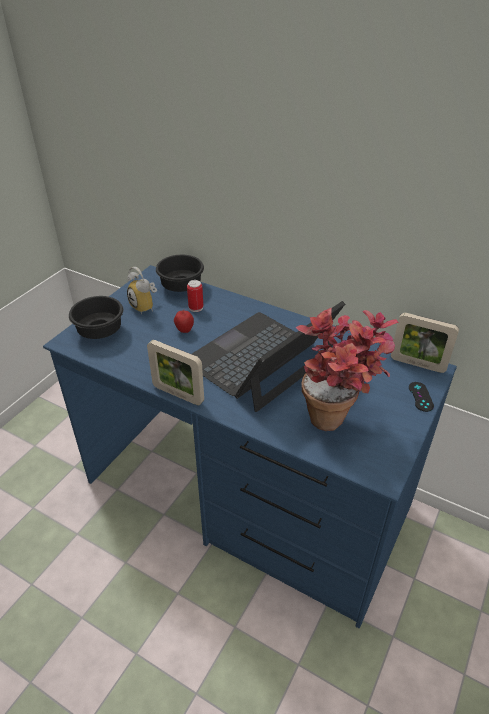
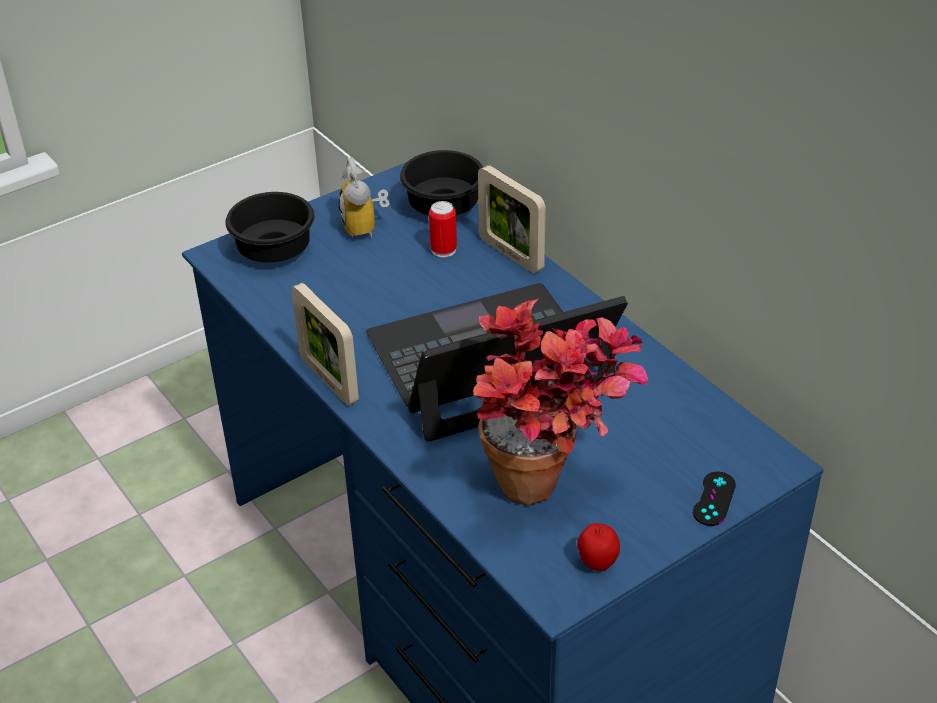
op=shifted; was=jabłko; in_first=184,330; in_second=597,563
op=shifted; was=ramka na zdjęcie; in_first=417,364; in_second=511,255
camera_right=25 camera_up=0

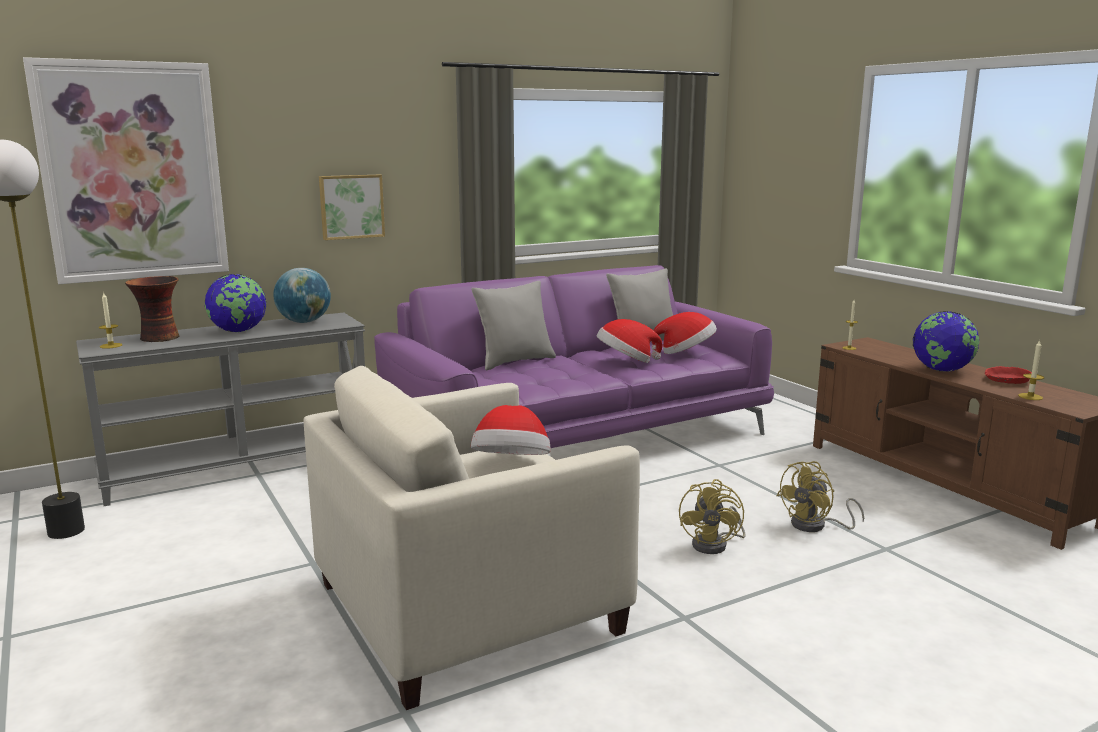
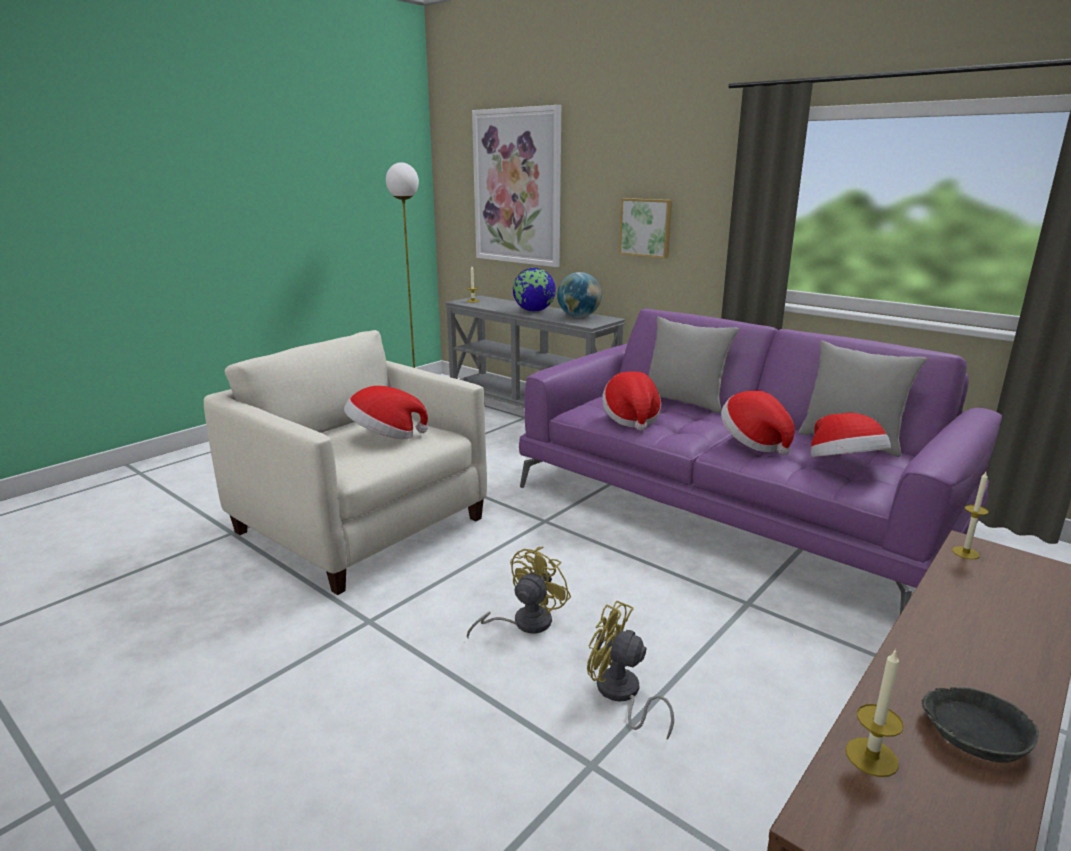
op=gone; was=wazon; in_first=159,338
op=gone; was=globus; in_first=942,370
op=repainted; was=miska/czerwony; now=miska/szary; in_first=1006,380; in_second=974,732
op=rotated; was=wentylator/żółty; in_first=715,545; in_second=524,623; clockwise=135
op=new; now=kapelusz; in_second=631,419
camera_right=70 camera_up=5

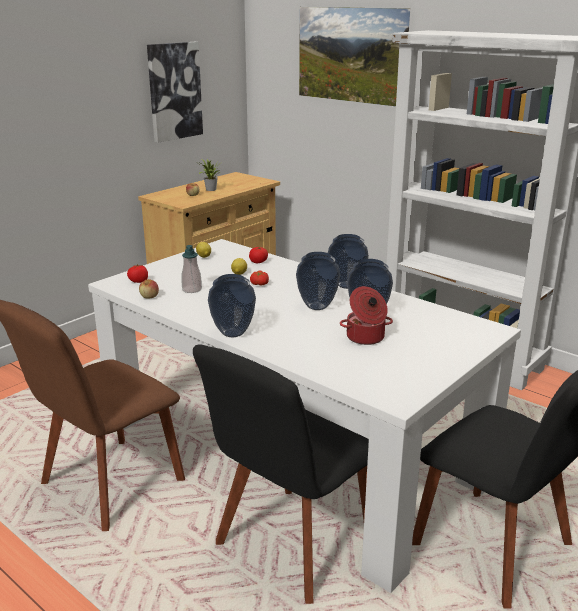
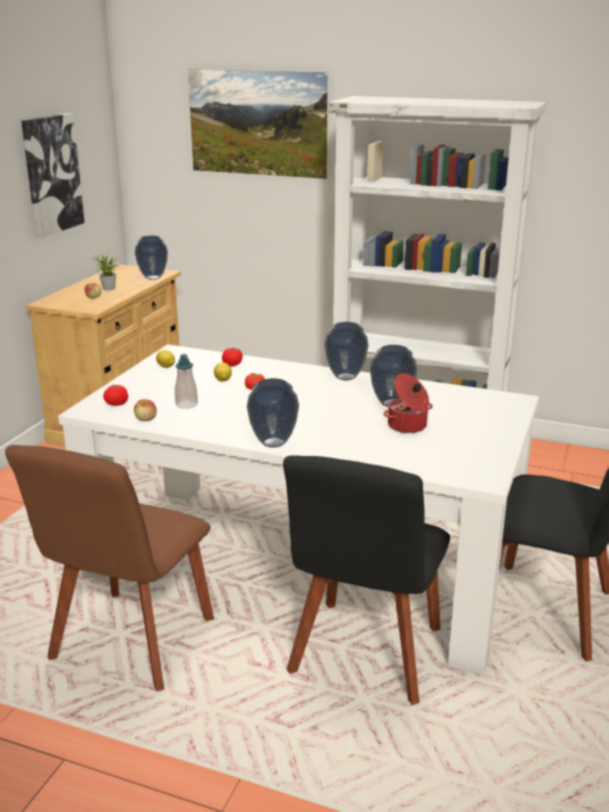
op=shifted; was=wazon; in_first=316,306; in_second=152,277
camera_right=-20 camera_up=0

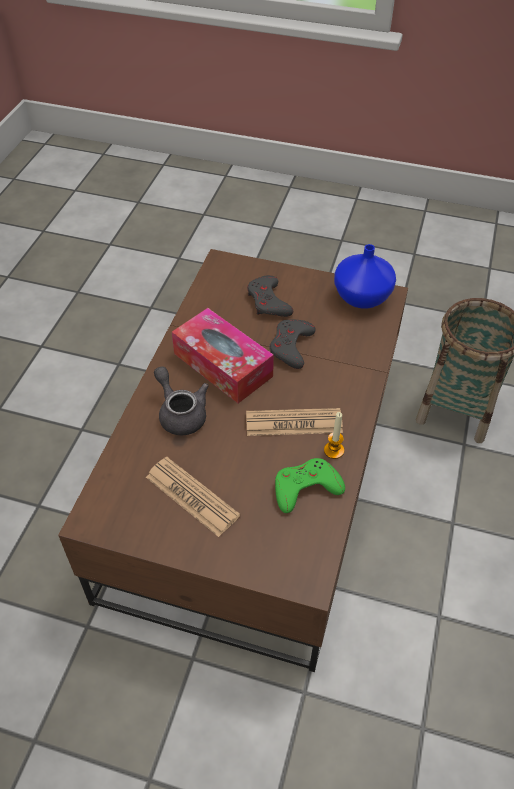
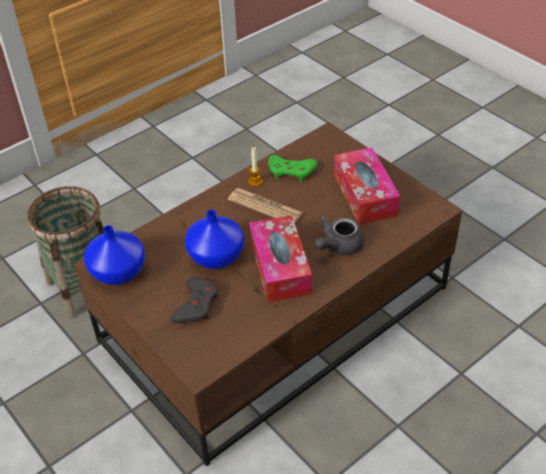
op=swapped; was=pad do gier/szary; now=wazon/niebieski; in_first=291,347; in_second=216,257
op=rotated; was=imbryk/szary; in_first=180,413; in_second=338,246; clockwise=45
op=swapped; was=gazeta; now=pudełko chusteczek; in_first=192,496; in_second=365,194
camera_right=-145 camera_up=-5

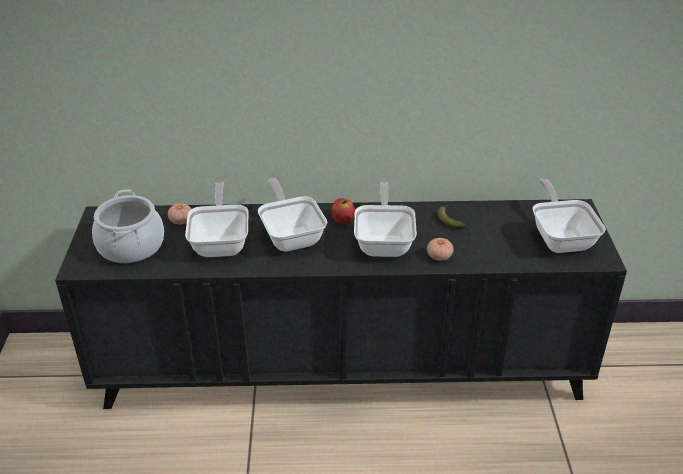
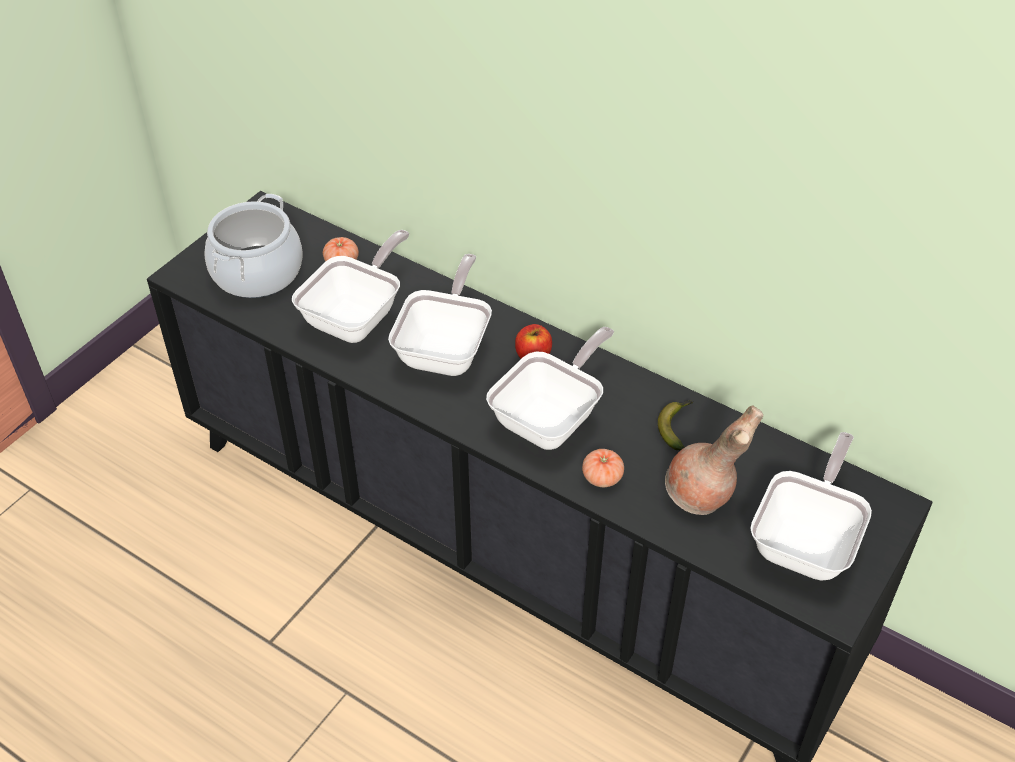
op=new; now=wazon/brązowy; in_second=700,497
camera_right=35 camera_up=10

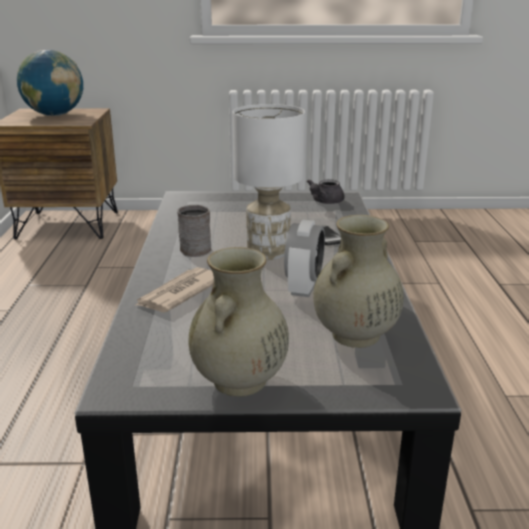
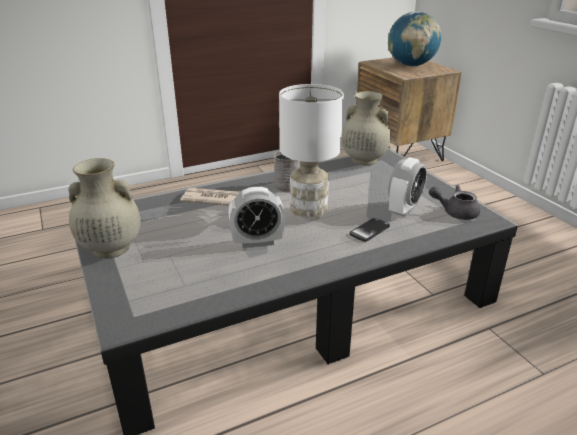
op=shifted; was=wazon/beżowy; in_first=354,336; in_second=363,160
op=new; now=budzik; in_second=404,209
camera_right=65 camera_up=5

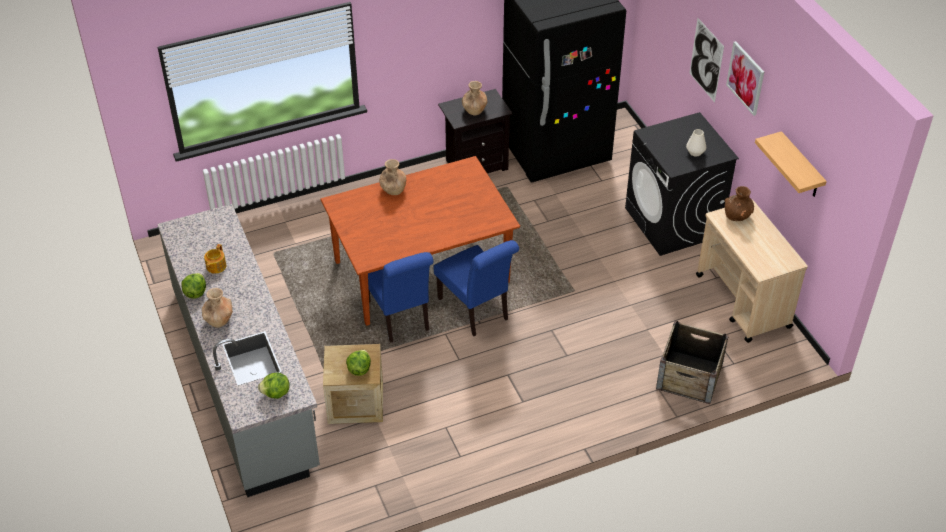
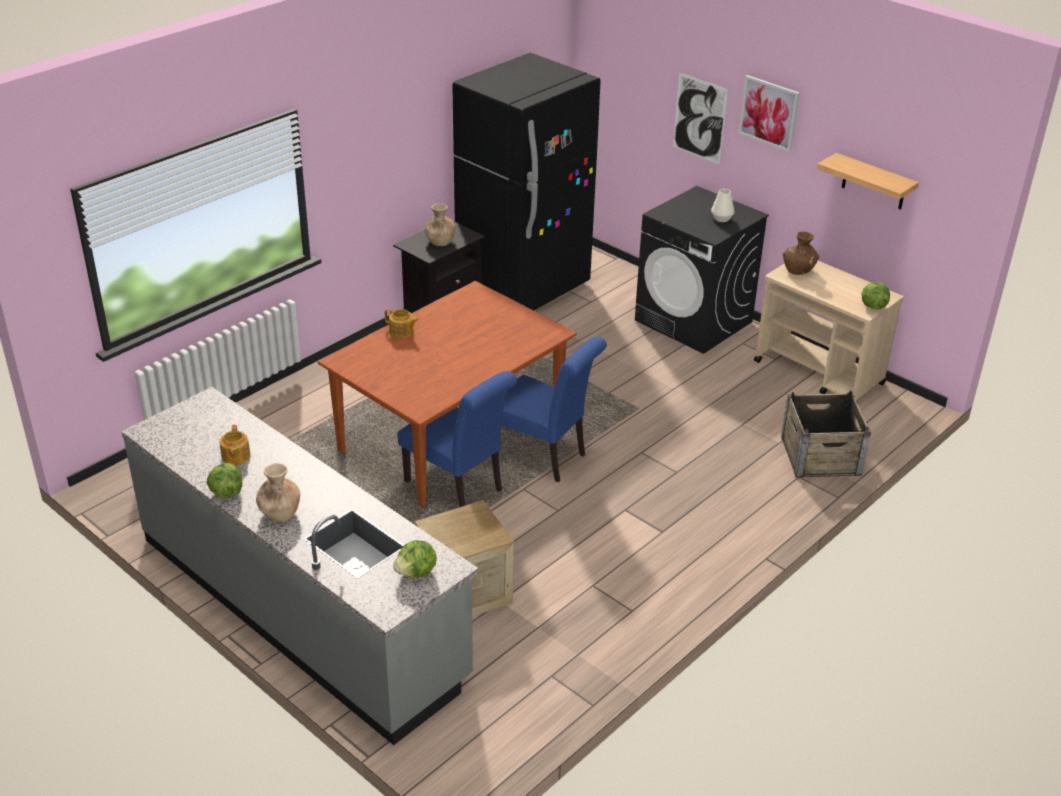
op=swapped; was=wazon/brązowy; now=imbryk; in_first=393,189; in_second=401,332
op=shifted; was=sałata; in_first=359,369; in_second=872,306
camera_right=-25 camera_up=-10

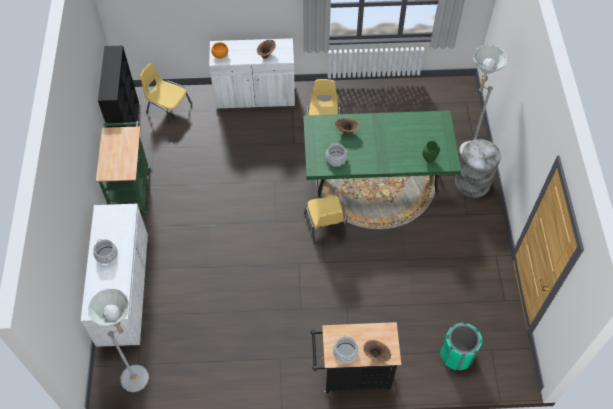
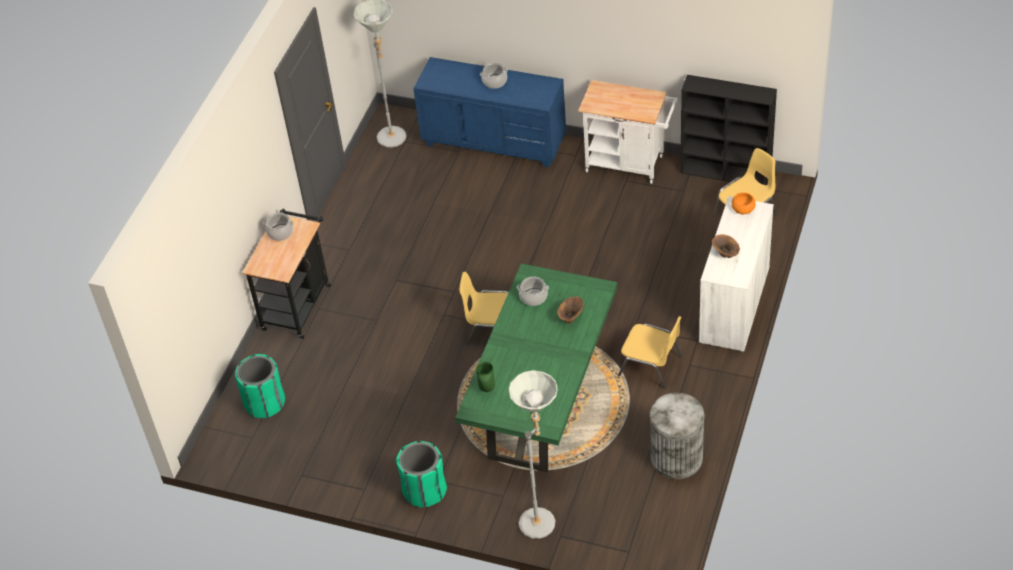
op=repainted; was=wózek/zielony; now=wózek/biały; in_first=131,188; in_second=629,164
op=shifted; was=kosz na śmieci/szary; in_first=472,183; in_second=676,458
op=repainted; was=komoda/biały; now=komoda/niebieski; in_first=124,291; in_second=494,142
op=gone; was=wazon/brązowy; in_first=376,356
op=new; now=kosz na śmieci/zielony; in_second=424,491
camera_right=115 camera_up=-10

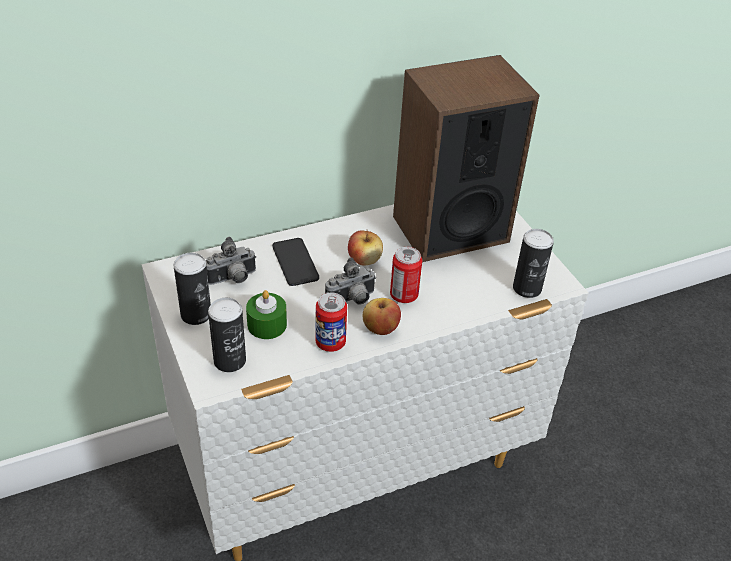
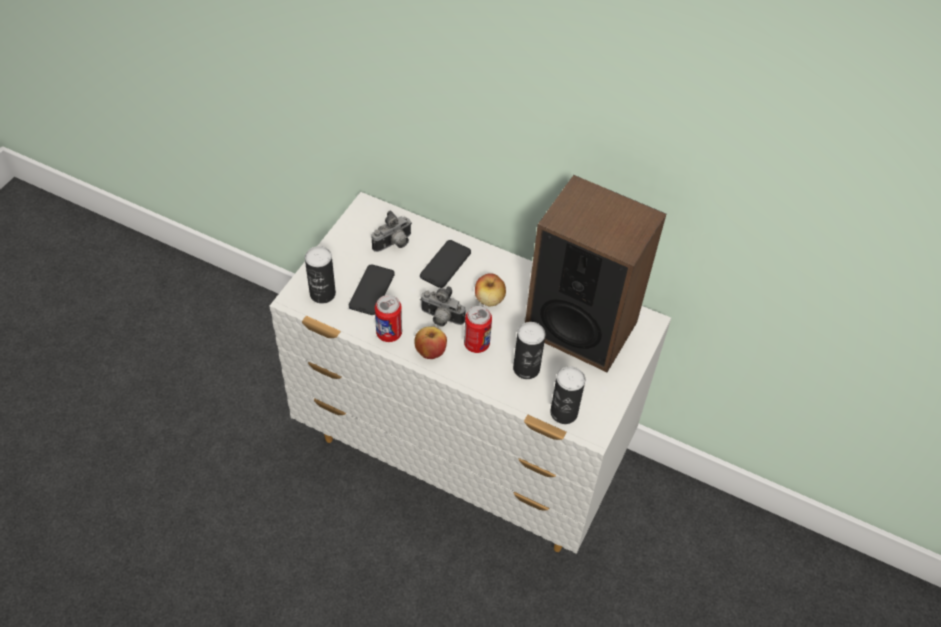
op=rotated; was=aparat fotograficzny; in_first=232,279; in_second=394,244; clockwise=-60
op=shifted; was=puszka; in_first=196,314; in_second=526,368
op=swapped; was=świeca/zielony; now=telefon; in_first=267,325; in_second=372,290
camera_right=50 camera_up=10

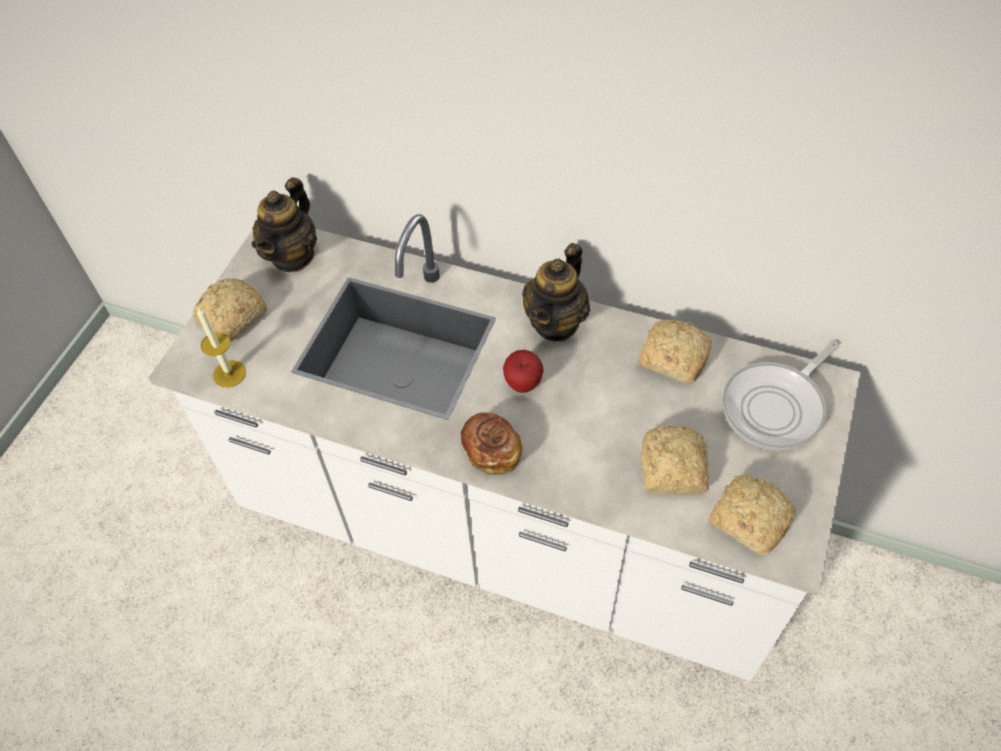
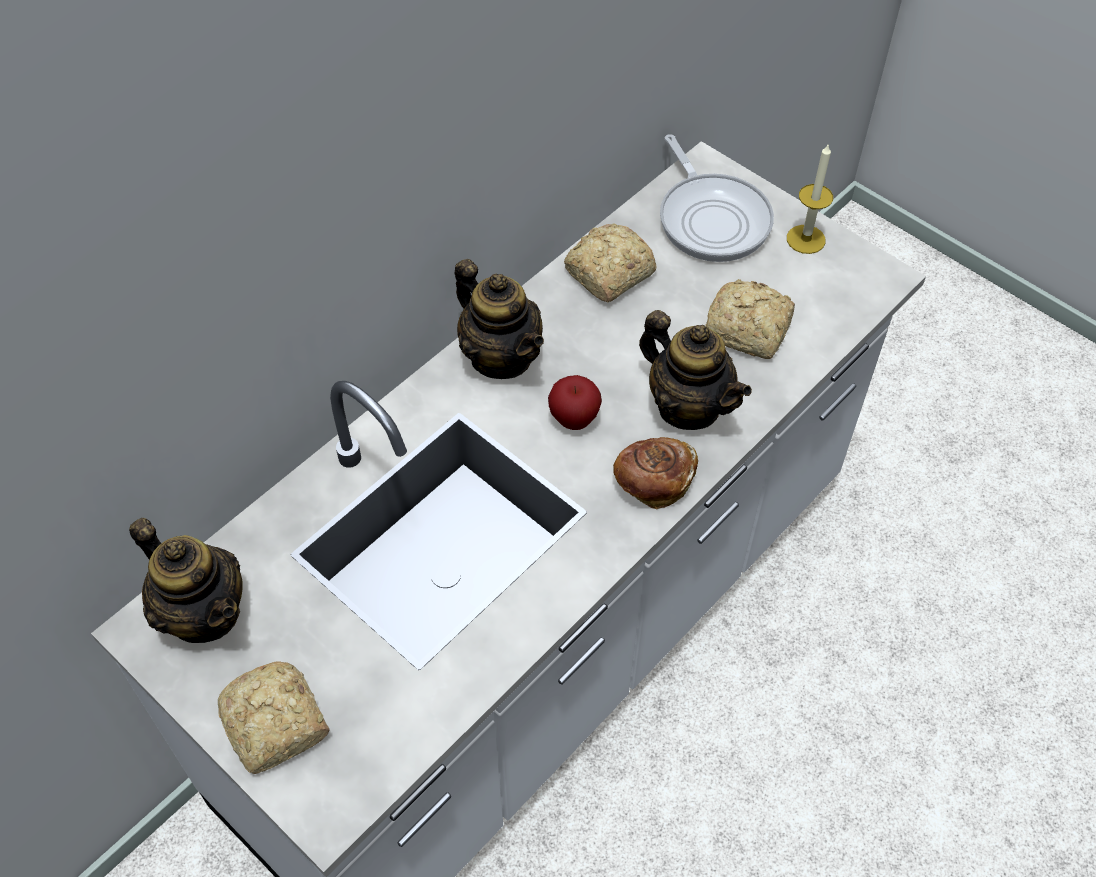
op=shifted; was=świeca; in_first=229,374; in_second=805,239
op=gone; was=chleb; in_first=748,518
op=new; now=imbryk; in_second=688,406
camera_right=-70 camera_up=0

